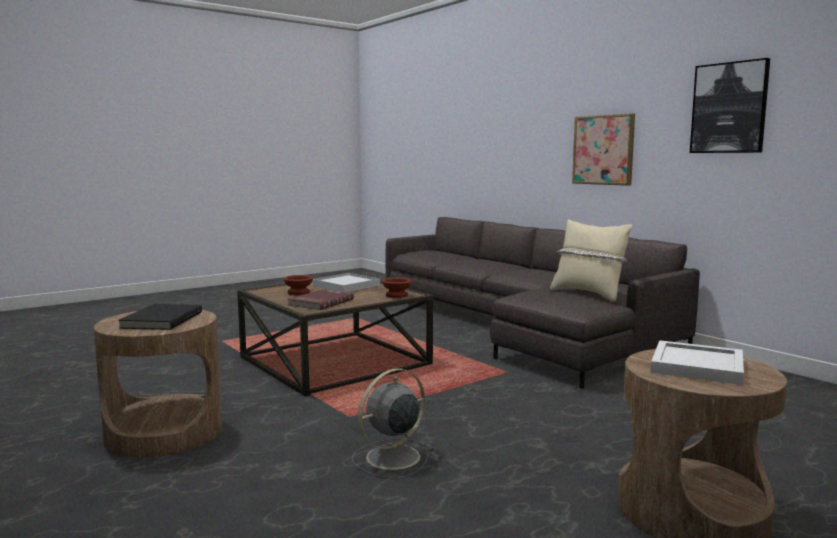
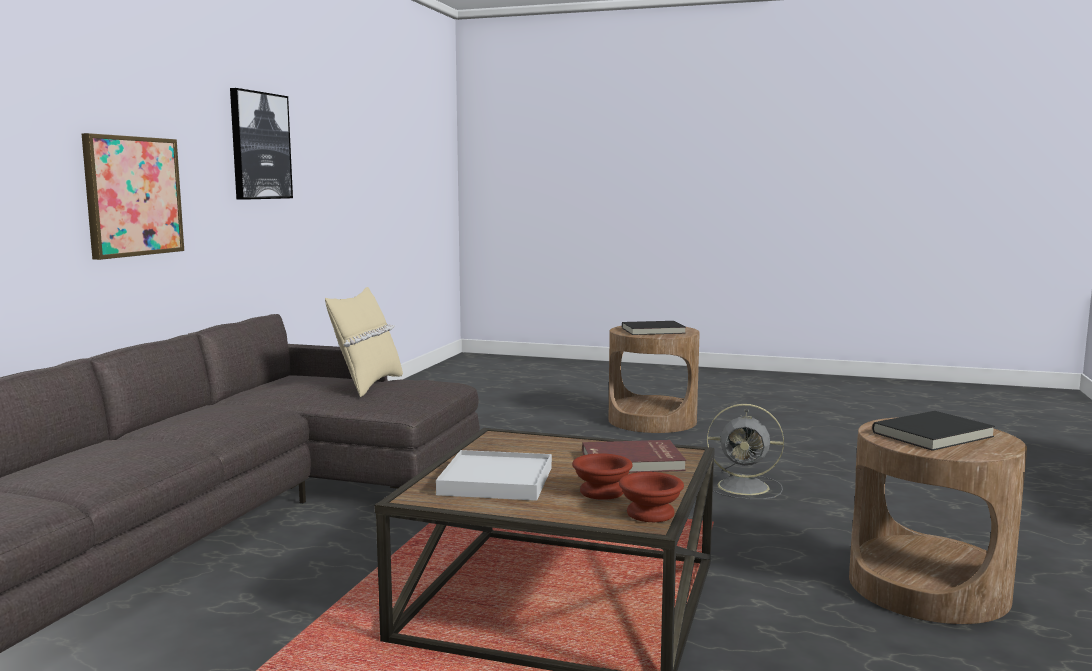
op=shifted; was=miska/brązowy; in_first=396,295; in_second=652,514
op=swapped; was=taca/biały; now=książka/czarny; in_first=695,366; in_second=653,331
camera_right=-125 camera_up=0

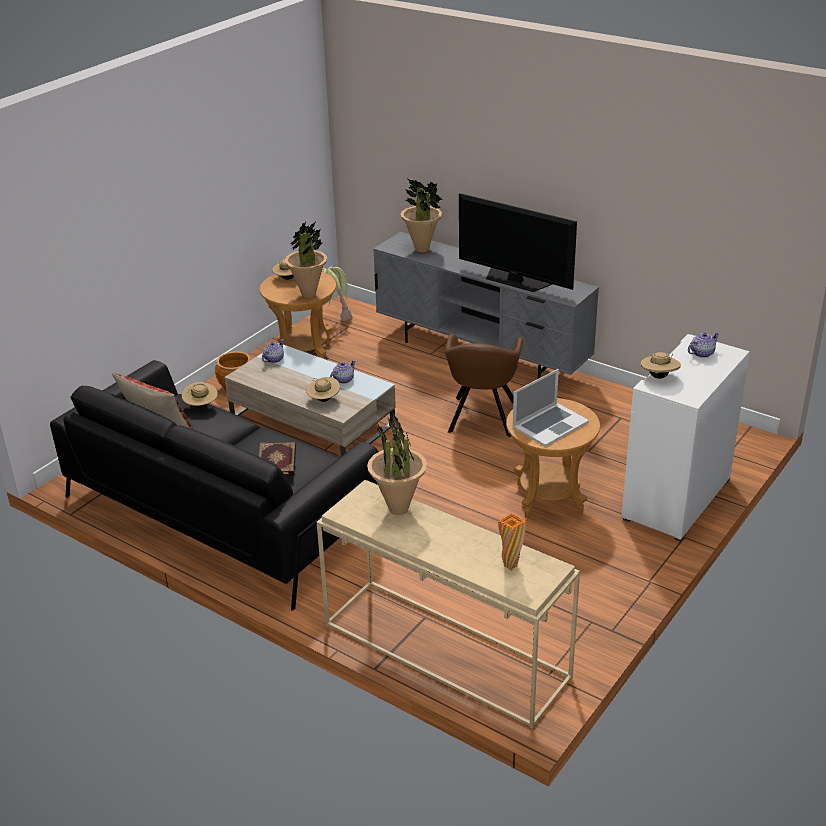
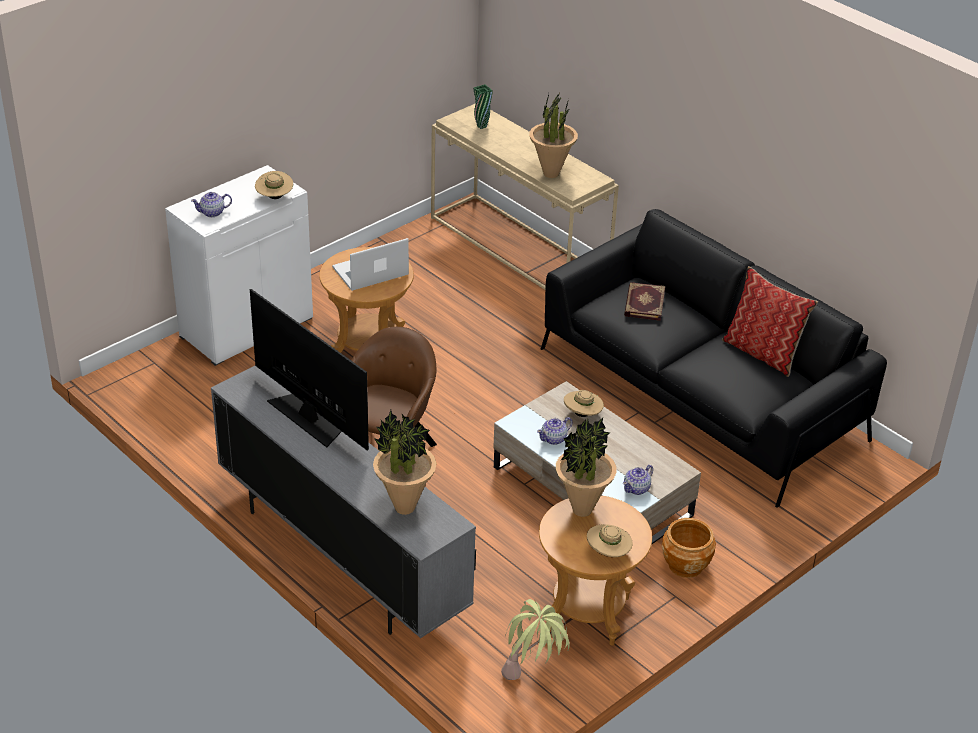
op=gone; was=kapelusz/beżowy; in_first=201,406
op=repainted; was=wazon/pomarańczowy; now=wazon/zielony; in_first=510,566; in_second=481,126
camera_right=-170 camera_up=5

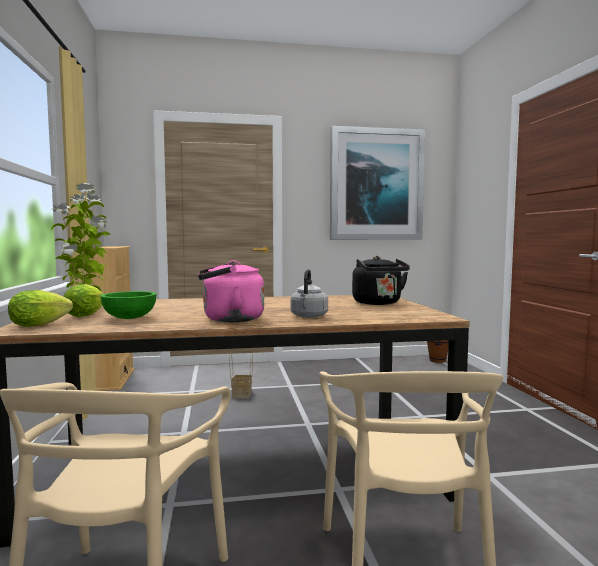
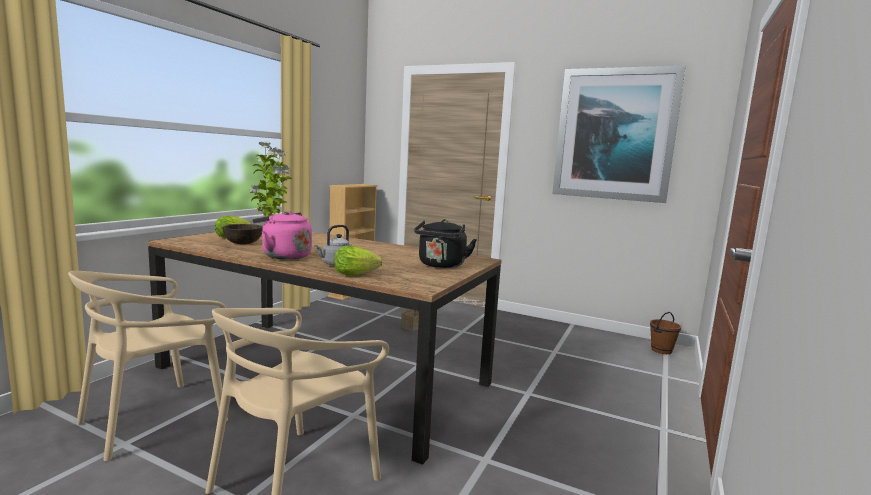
op=shifted; was=sałata; in_first=43,325; in_second=358,275
op=repainted; was=miska/zielony; now=miska/brązowy; in_first=130,318; in_second=243,243
camera_right=35 camera_up=5

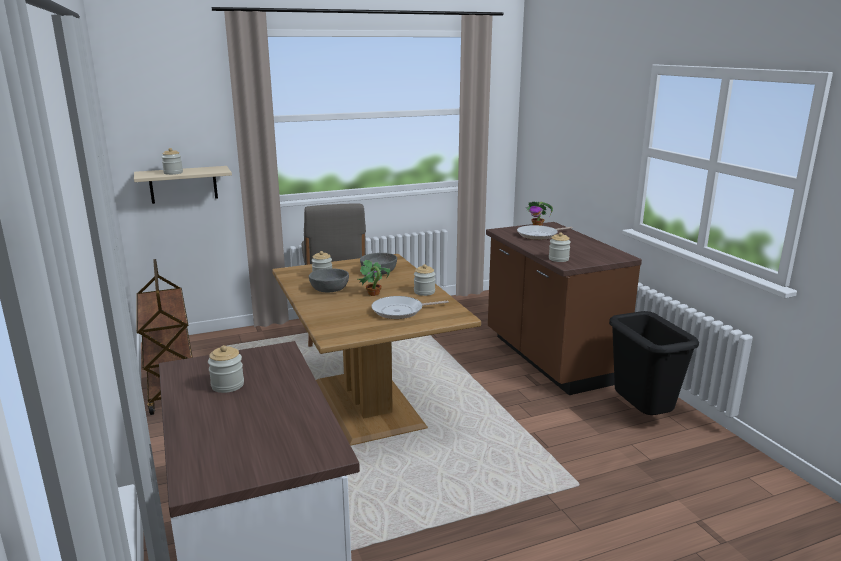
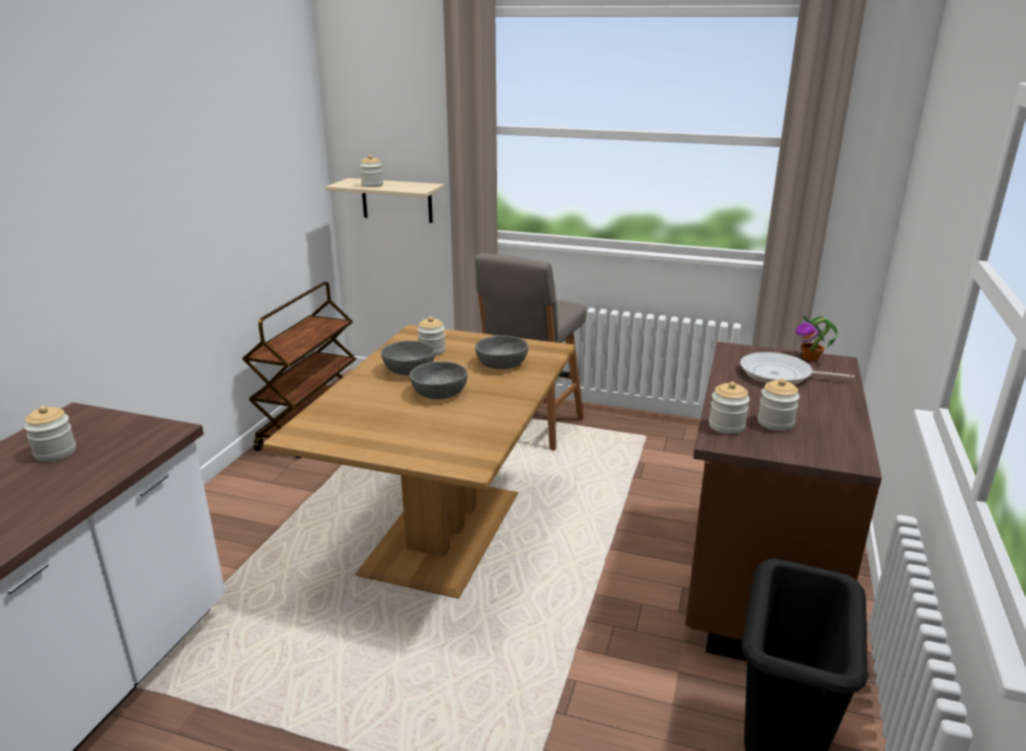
op=swapped; was=roślina doniczkowa; now=miska/szary; in_first=373,294; in_second=439,393
op=shifted; was=słoik; in_first=424,292; in_second=775,423
op=gone; was=patelnia; in_first=400,311
camera_right=40 camera_up=5

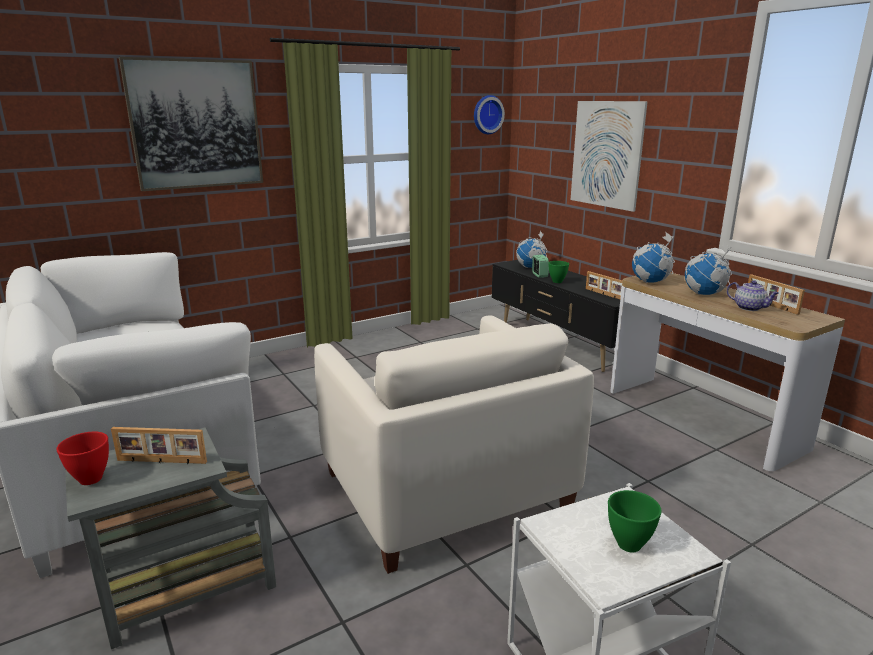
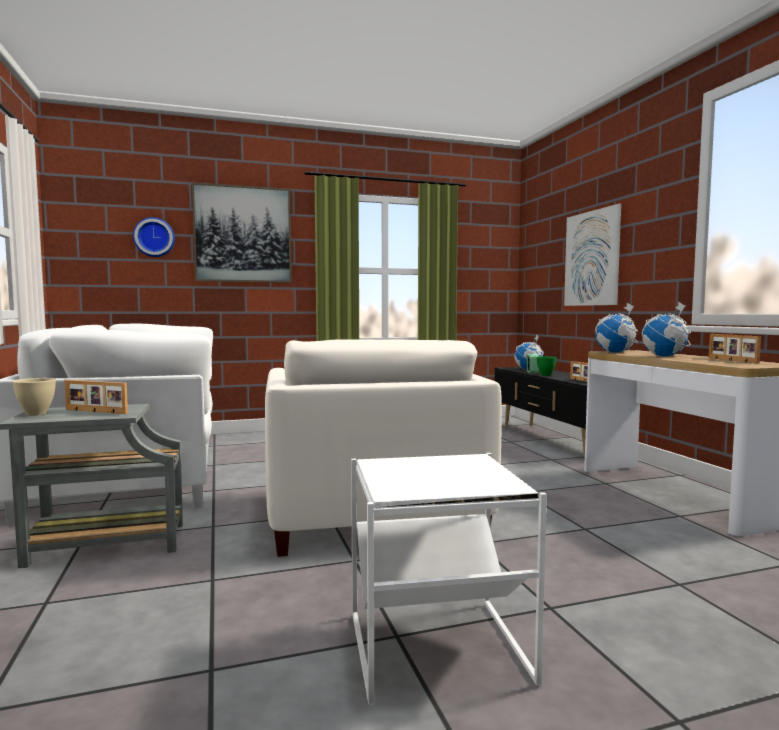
op=shifted; was=zegar ścienny; in_first=487,114; in_second=154,237
op=gone; was=imbryk; in_first=750,308
op=repainted; was=miska/czerwony; now=miska/beżowy; in_first=91,478; in_second=37,414
op=gone; was=miska/zielony; in_first=630,545
camera_right=15 camera_up=-15

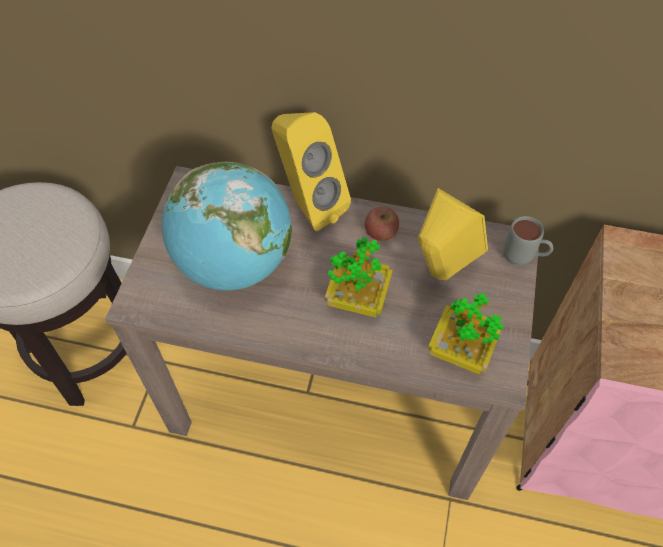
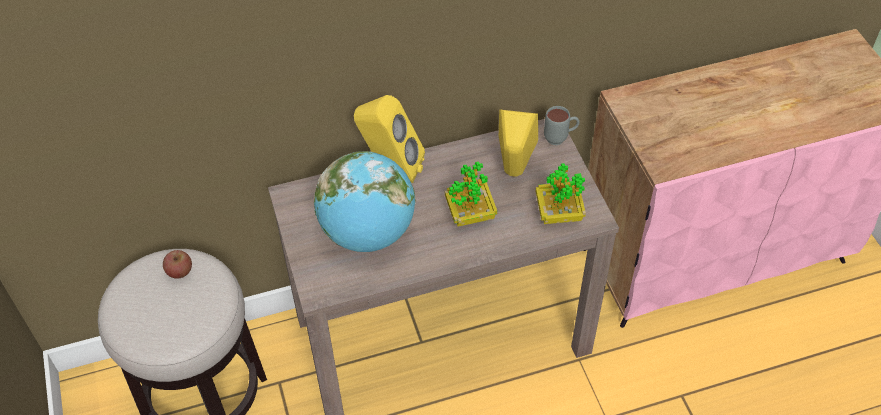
op=shifted; was=jabłko; in_first=381,232; in_second=179,271
camera_right=-30 camera_up=-5

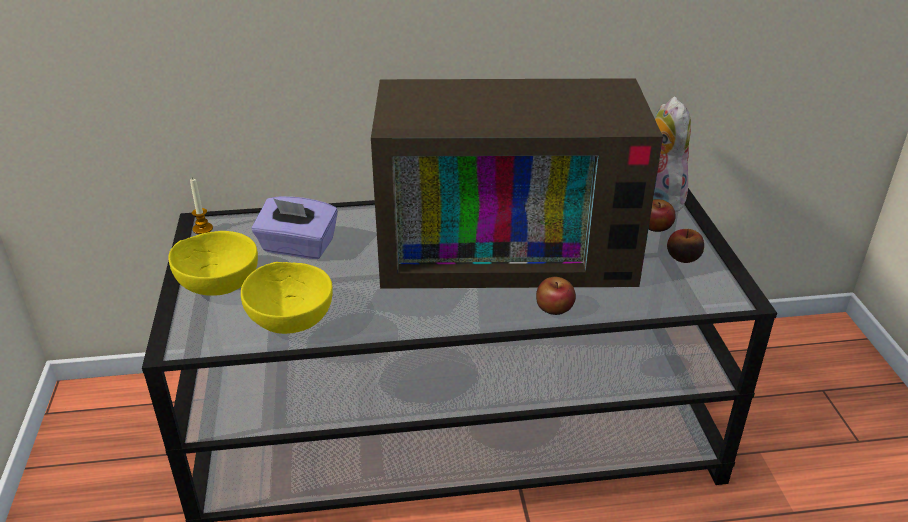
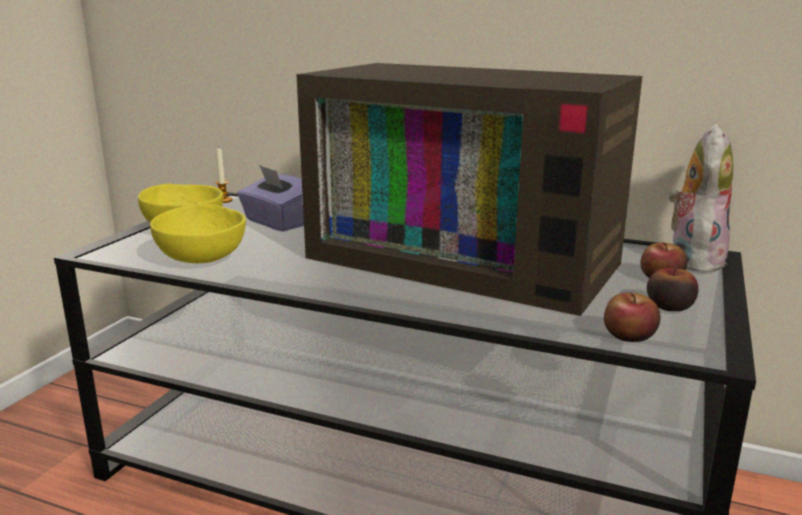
op=shifted; was=jabłko; in_first=554,308; in_second=629,336
camera_right=30 camera_up=-15

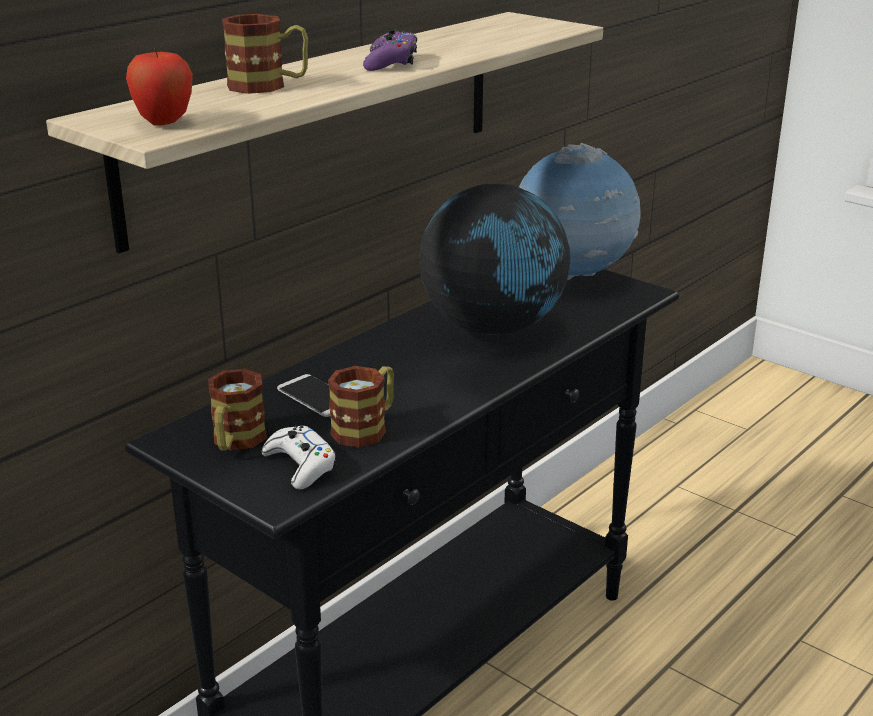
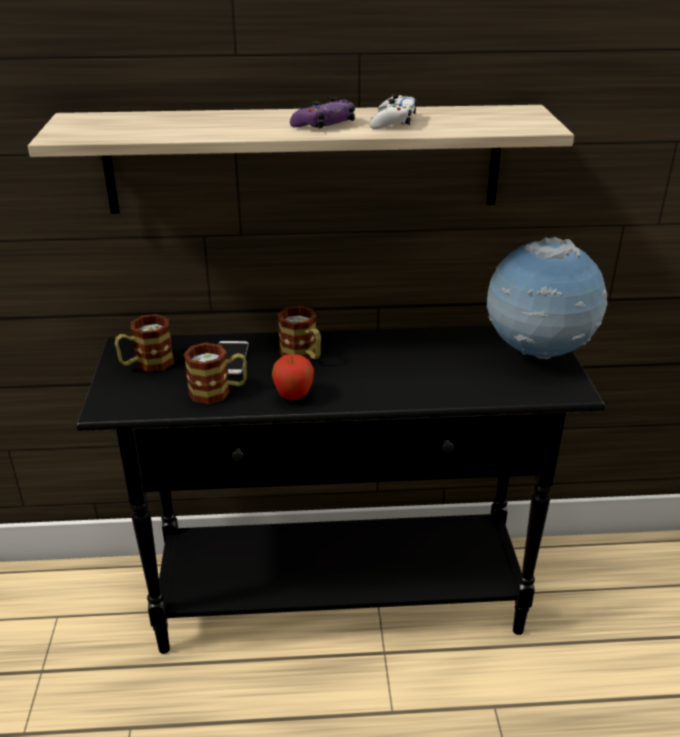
op=shifted; was=kubek; in_first=268,86; in_second=303,355
op=shifted; was=jabłko; in_first=164,123; in_second=293,397
op=gone; was=globus; in_first=493,328
op=shifted; was=pad do gier/biały; in_first=300,465; in_second=393,121
camera_right=45 camera_up=5

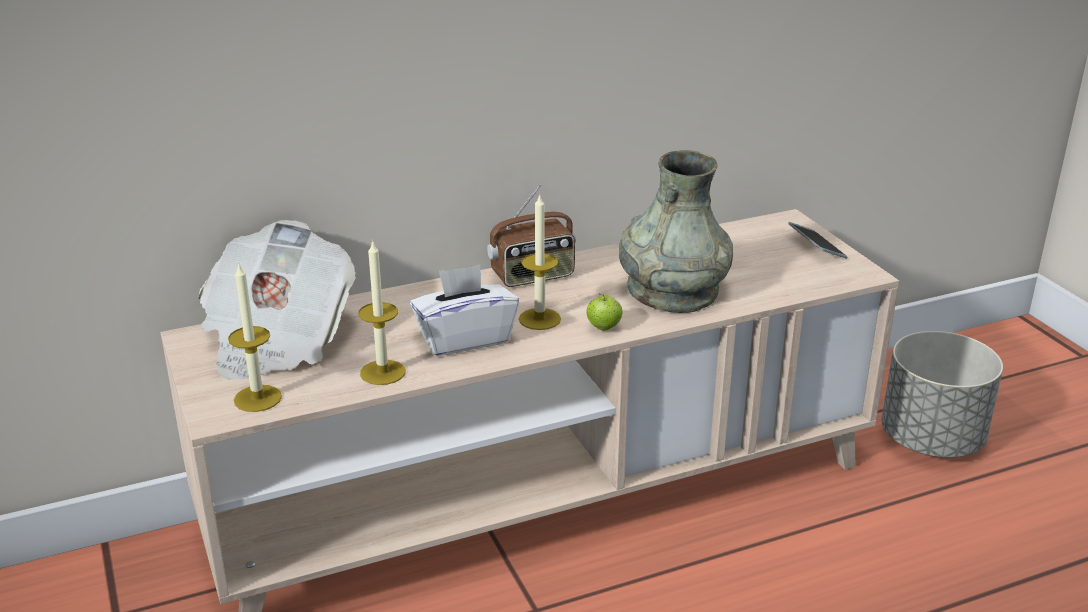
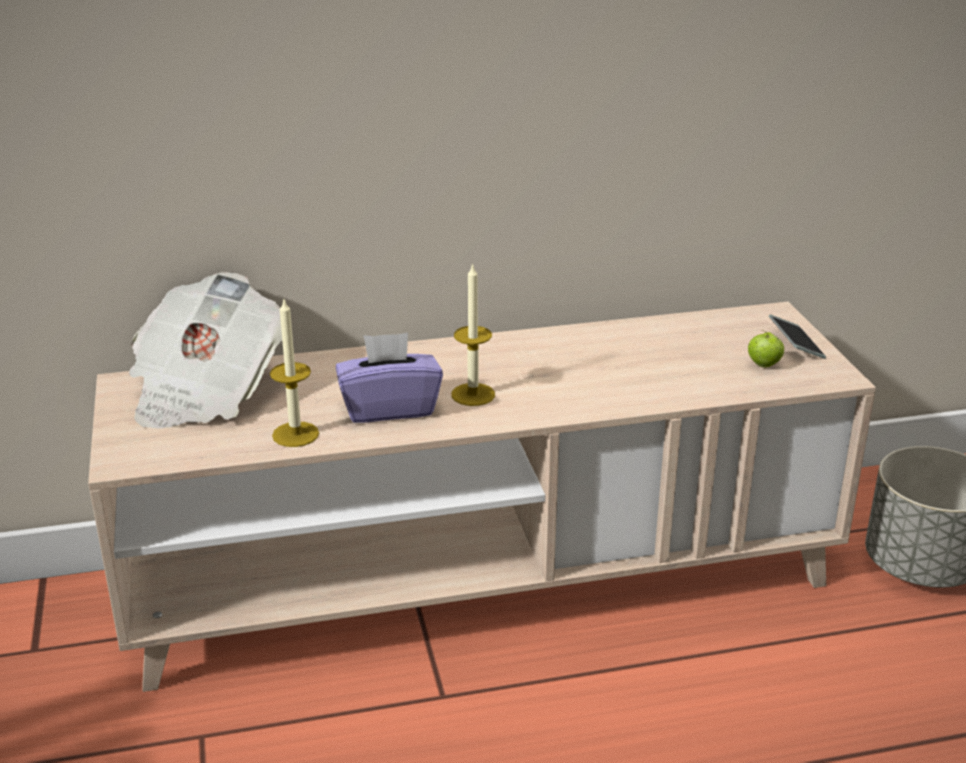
op=gone; was=wazon/szary; in_first=672,290
op=gone; was=radio; in_first=533,276
op=gone; was=świeca; in_first=257,398
op=repainted; was=pudełko chusteczek/biały; now=pudełko chusteczek/fioletowy; in_first=464,339; in_second=389,408
op=shifted; was=jabłko; in_first=604,328; in_second=764,365
camera_right=10 camera_up=0

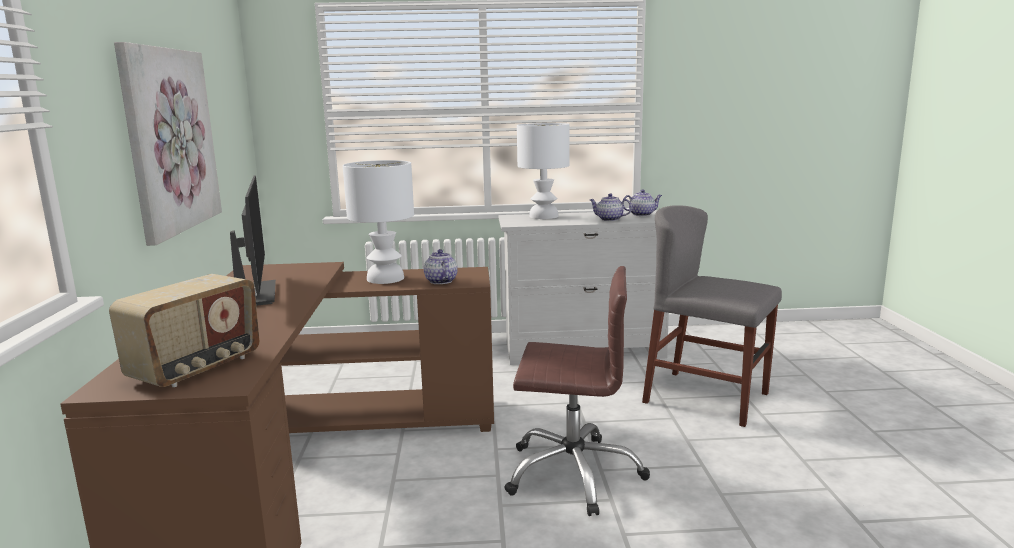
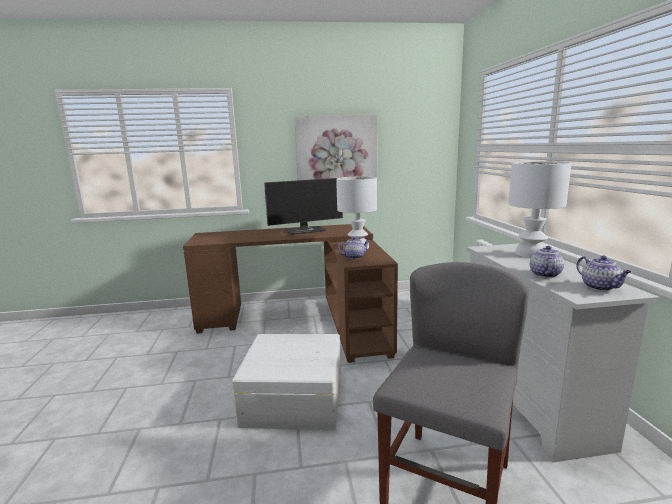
op=swapped; was=krzesło biurowe/brązowy; now=pojemnik do przechowywania/biały; in_first=573,473; in_second=293,398
op=gone; was=radio; in_first=197,368
camera_right=85 camera_up=0

